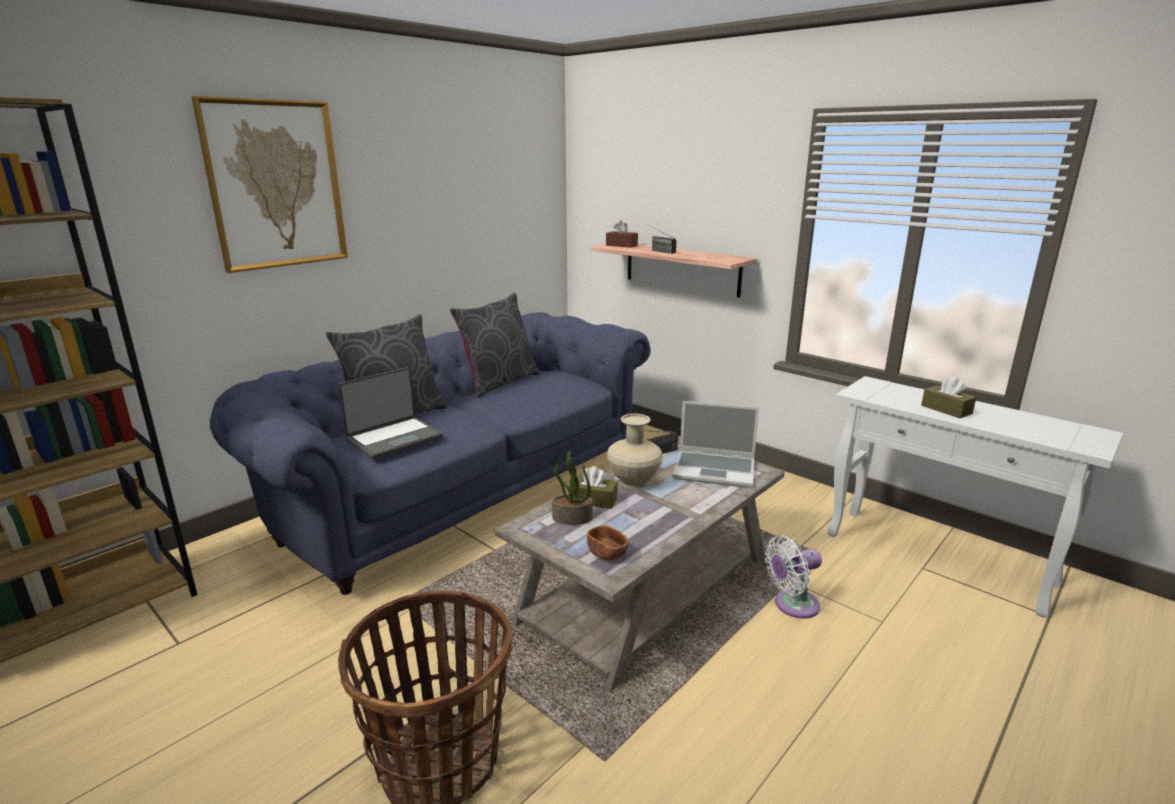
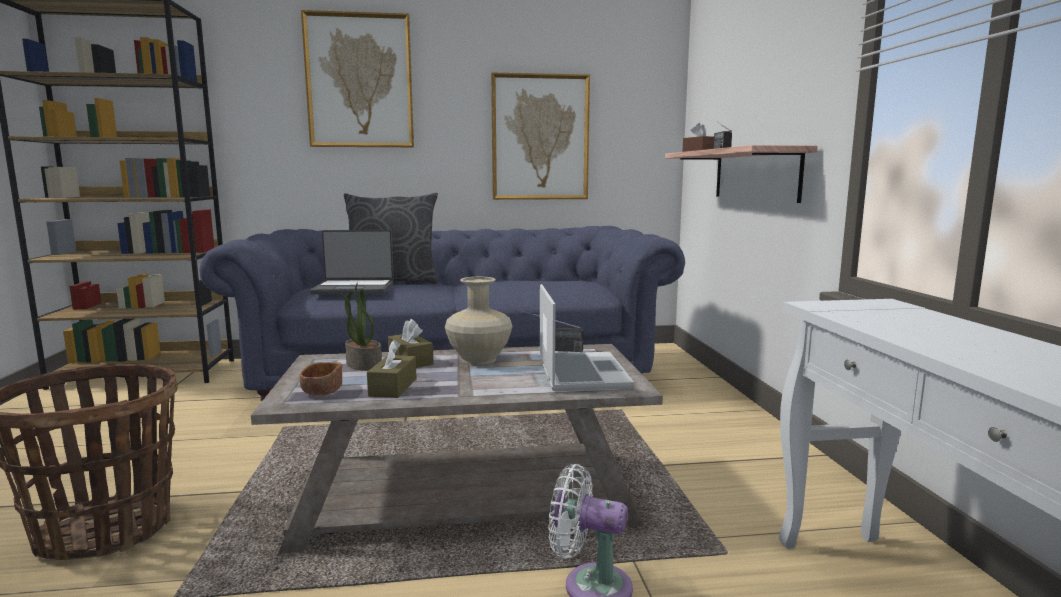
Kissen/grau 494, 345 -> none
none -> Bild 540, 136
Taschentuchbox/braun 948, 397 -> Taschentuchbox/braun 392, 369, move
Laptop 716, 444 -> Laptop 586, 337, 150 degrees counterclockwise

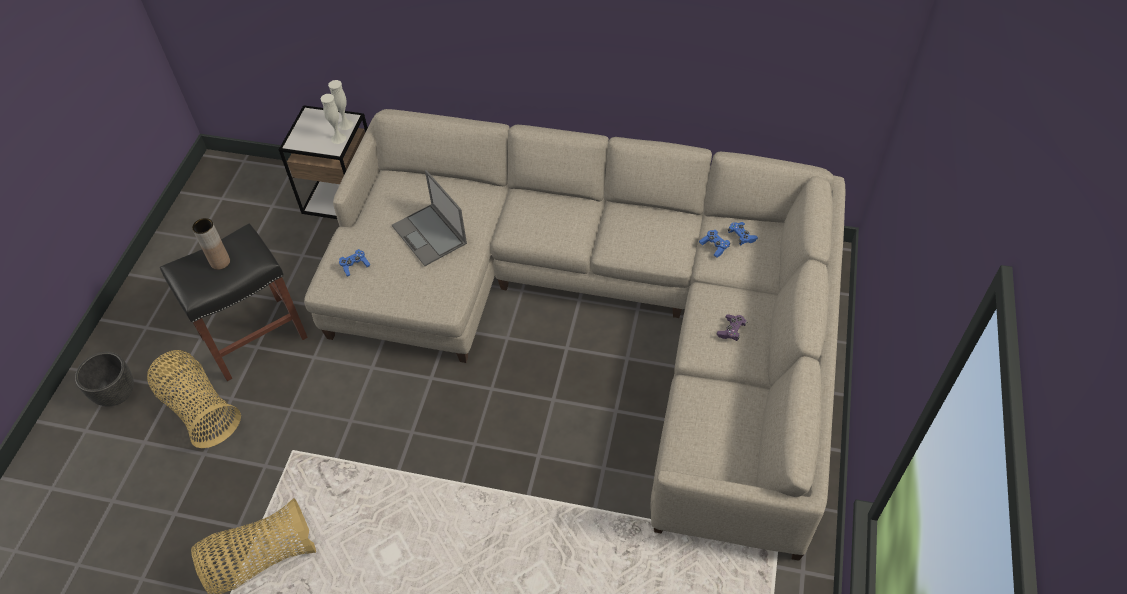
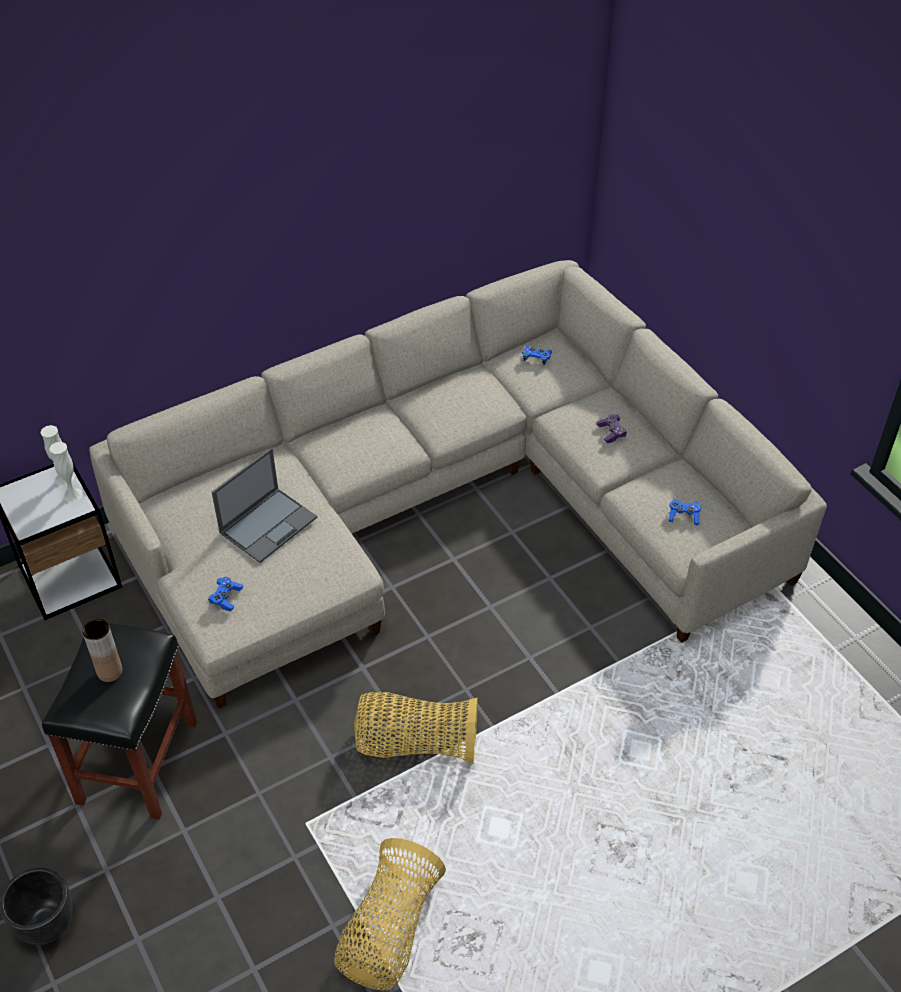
Korb 194, 399 -> Korb 416, 728, move
Gamepad/blau 714, 244 -> Gamepad/blau 684, 512, move
Laptop 429, 218 -> Laptop 264, 505, 60 degrees counterclockwise

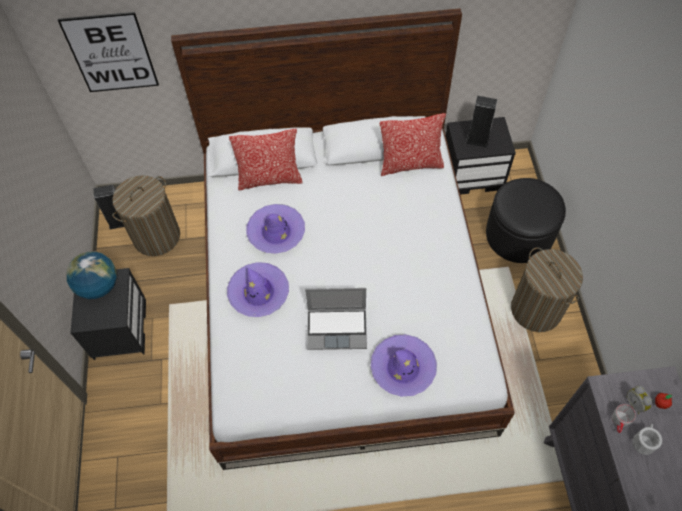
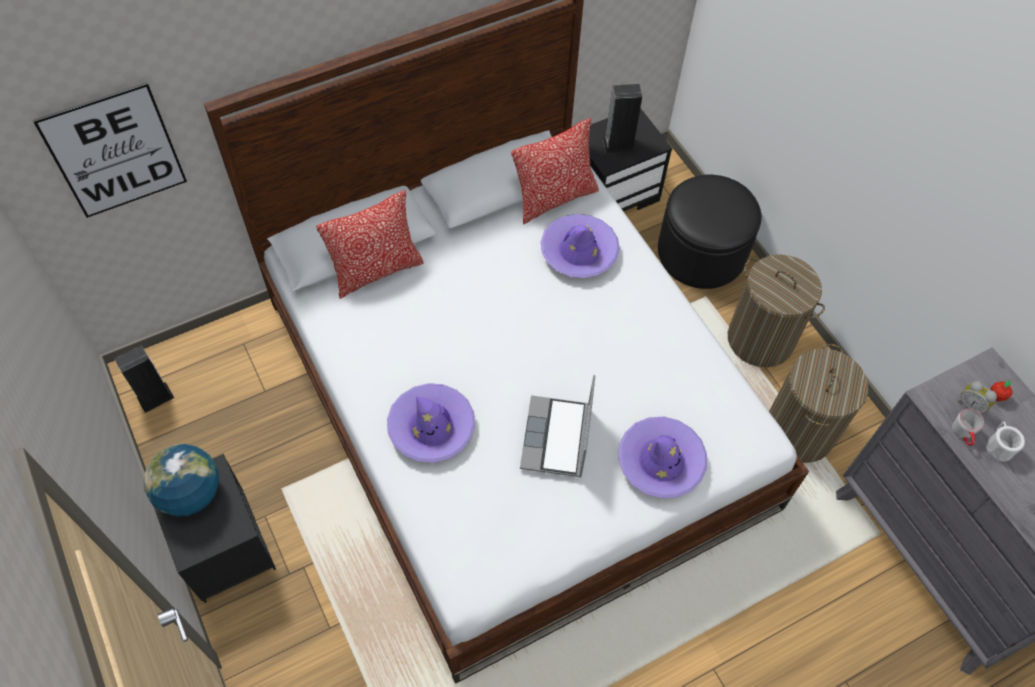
Wäschekorb 146, 215 -> Wäschekorb 818, 403, move
Hut/lila 275, 229 -> Hut/lila 580, 246, move
Laptop 336, 319 -> Laptop 557, 426, 120 degrees clockwise

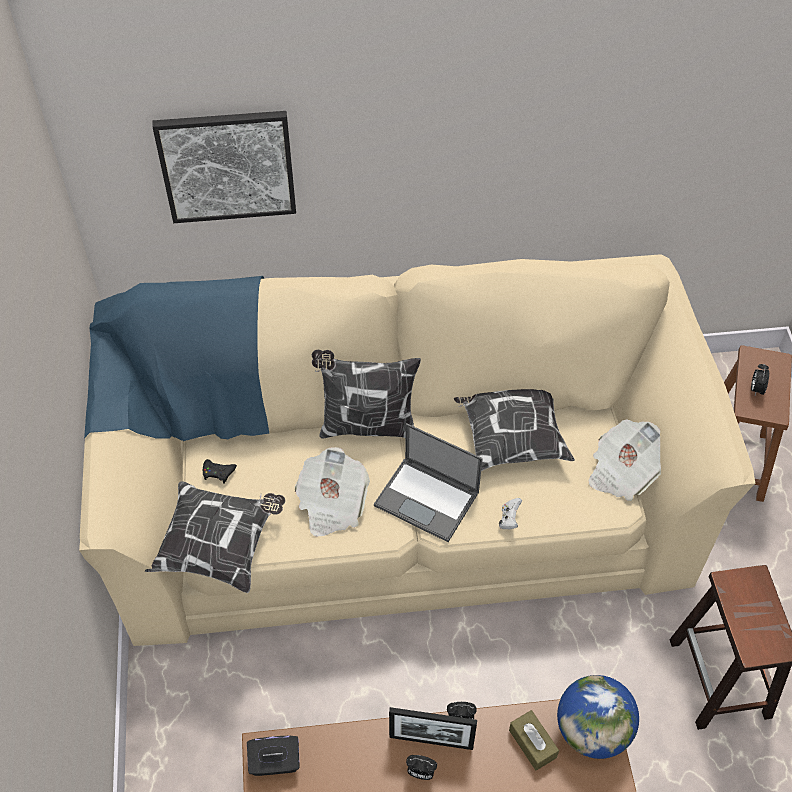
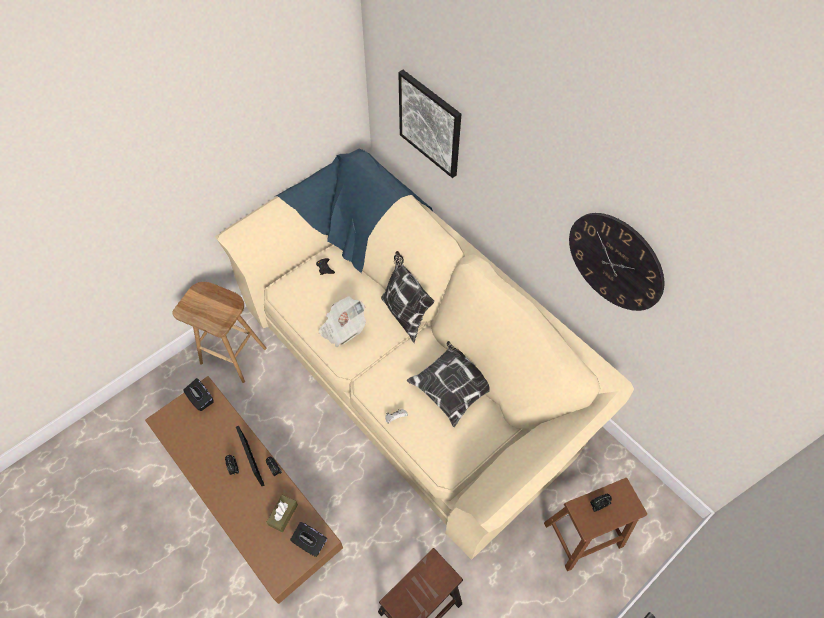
Kissen 215, 537 -> none
Laptop 428, 482 -> none
Zeitung 624, 460 -> none
none -> Hocker/braun 219, 332
none -> Wanduhr 616, 262
Globus 598, 717 -> Taschentuchbox/schwarz 308, 539

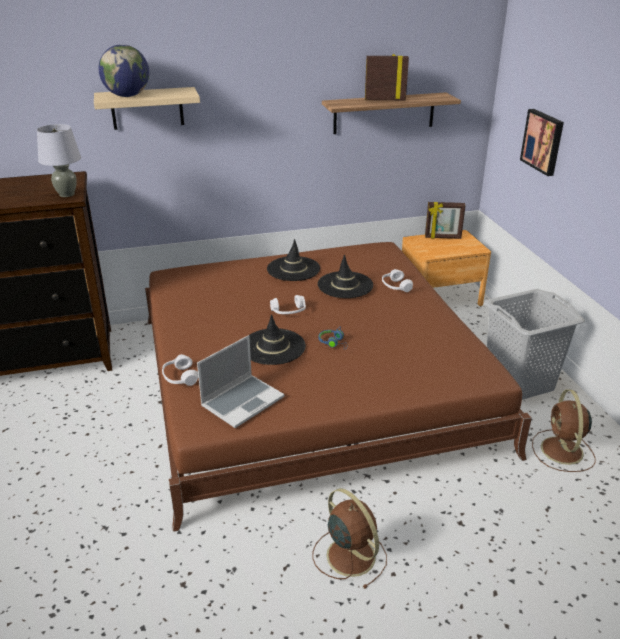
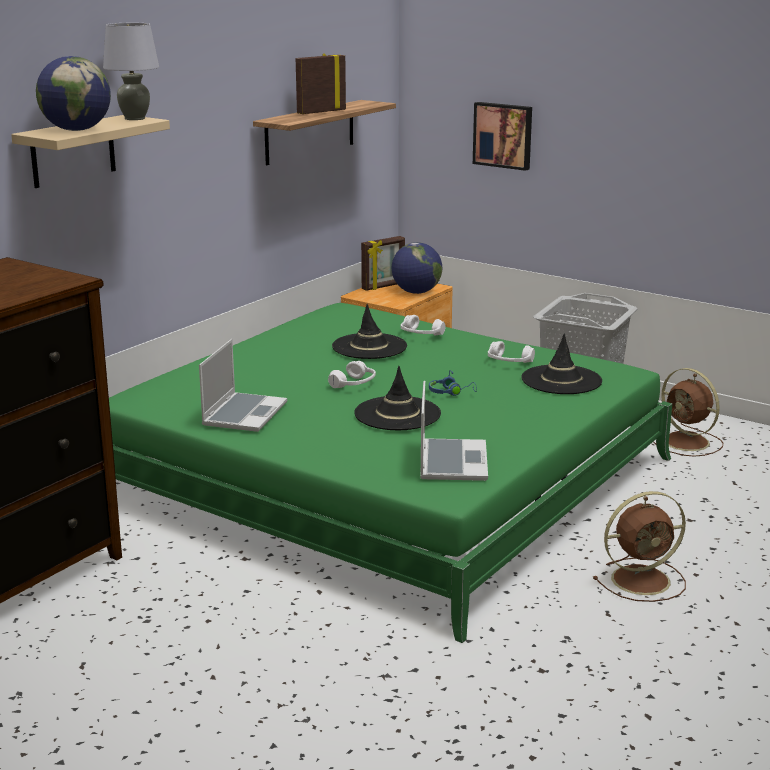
none -> Laptop 243, 385
none -> Globus 417, 268
Tischlampe/grau 59, 160 -> Tischlampe/grau 131, 71, move
Kopfhörer/weiß 180, 370 -> Kopfhörer/weiß 511, 352, move
Hut/schwarz 293, 260 -> Hut/schwarz 561, 363, move
Bett/braun 338, 387 -> Bett/grün 390, 473
Ventilator/braun 350, 538 -> Ventilator/braun 639, 546, 150 degrees clockwise

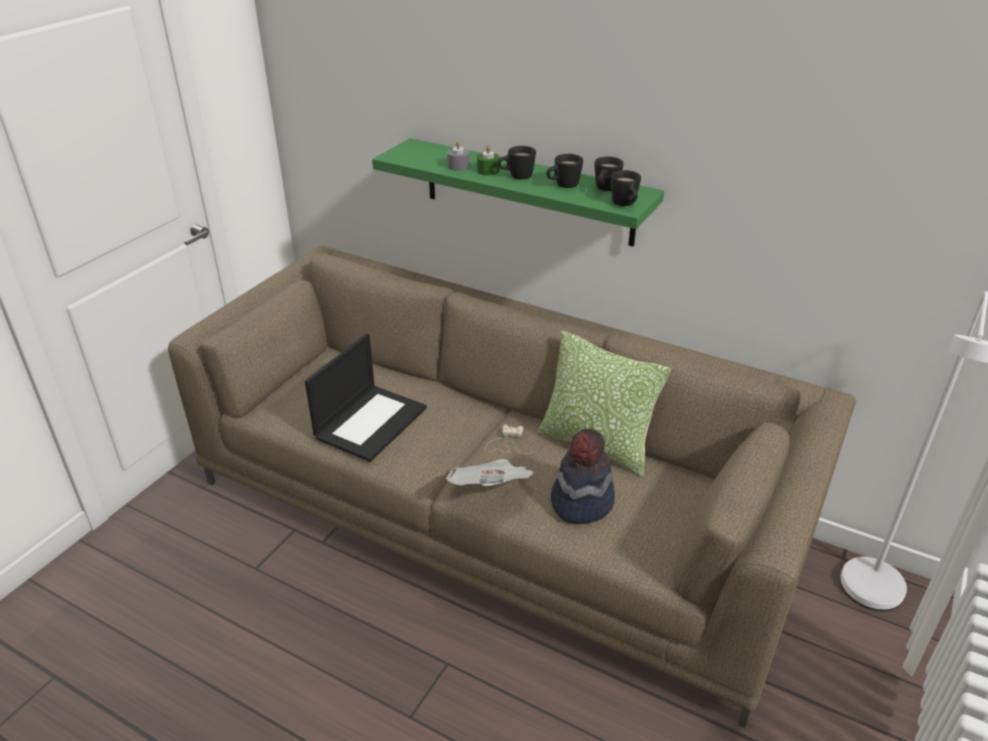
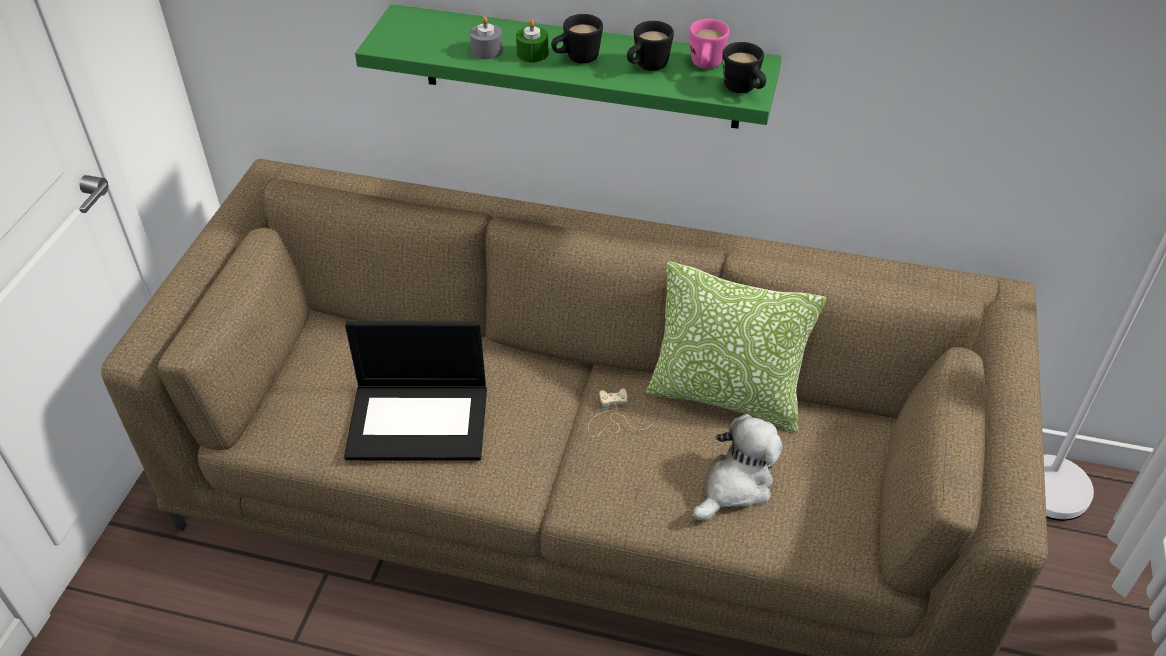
Zeitung 490, 472 -> none
Hut 583, 476 -> Plüschtier 737, 467
Henkelbecher/schwarz 609, 174 -> Henkelbecher/rosa 709, 44
Laptop 366, 398 -> Laptop 415, 391, 75 degrees clockwise

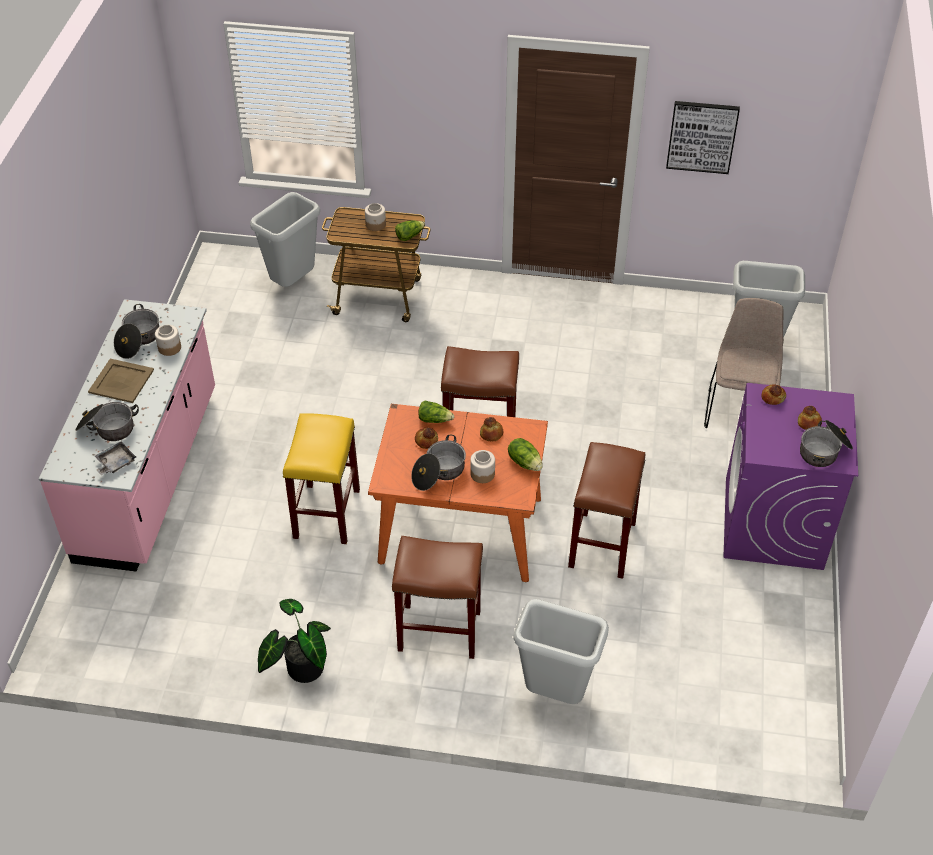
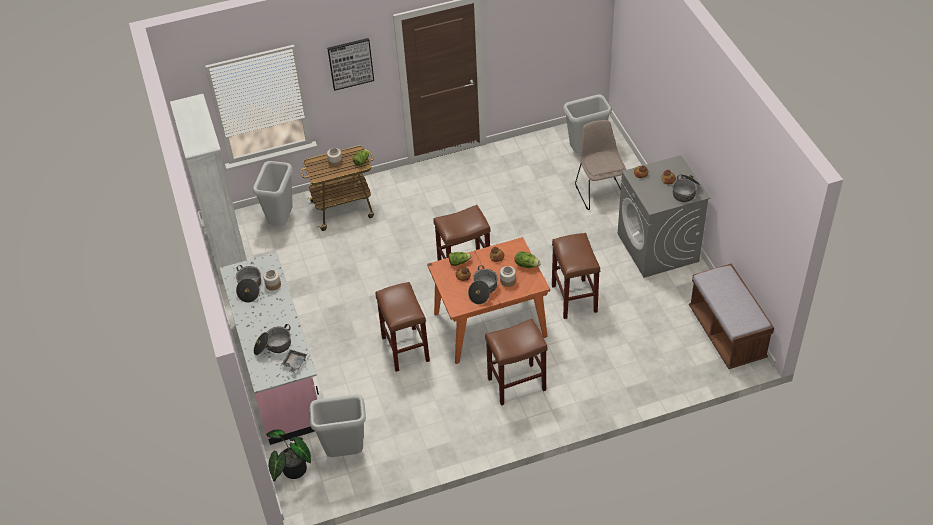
Tablett/beige 121, 380 -> none
none -> Bücherregal/weiß 208, 189
none -> Bank/braun 731, 316
Topfpflanze 294, 641 -> Topfpflanze 288, 455, move
Mülleimer/grau 561, 651 -> Mülleimer/grau 337, 425, move
Bild 703, 137 -> Bild 350, 64, move
Hocker/gelb 321, 478 -> Hocker/braun 402, 327
Waschmaschine/lila 791, 476 -> Waschmaschine/grau 664, 216

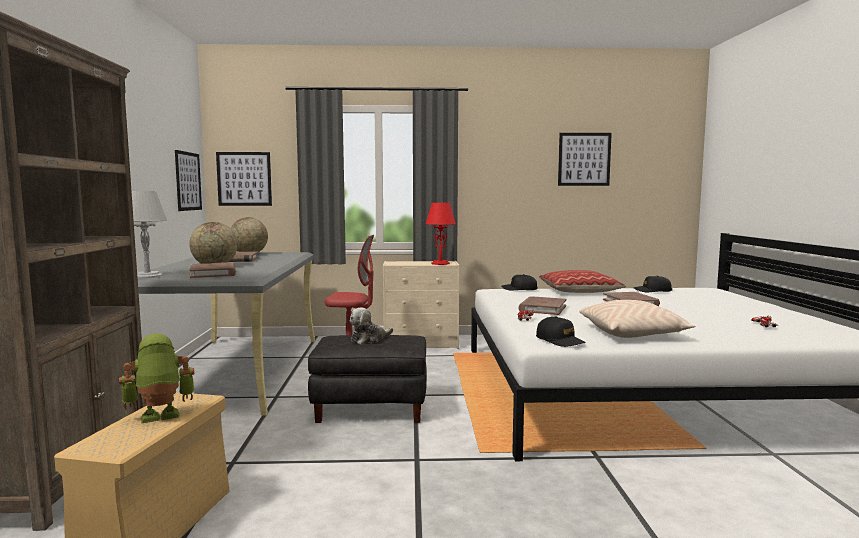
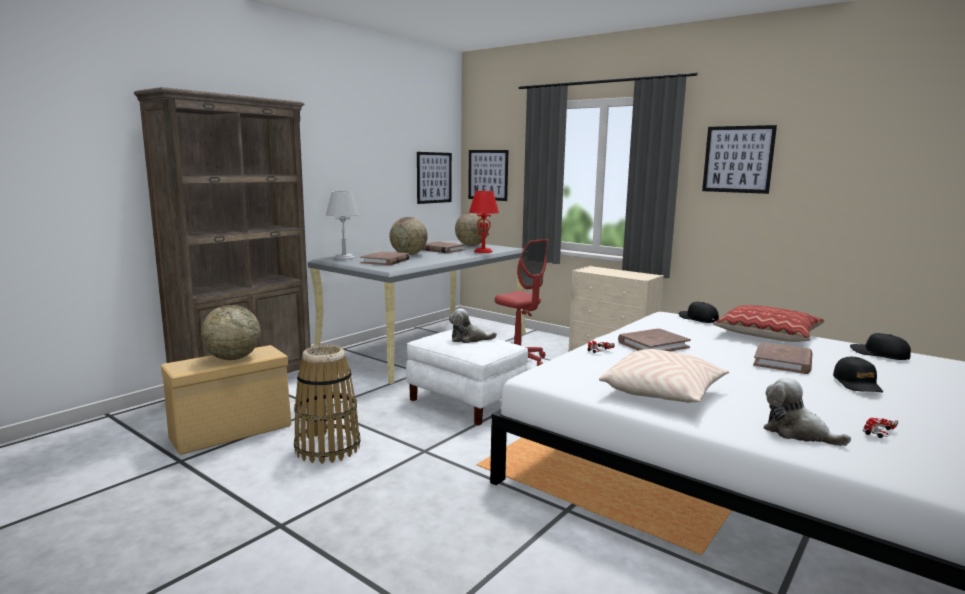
none -> Korb 327, 404
none -> Plüschtier 807, 411
Tischlampe/rot 441, 234 -> Tischlampe/rot 484, 222, move
Kappe/schwarz 561, 332 -> Kappe/schwarz 858, 374, move
Bild 585, 159 -> Bild 739, 159, move
Spielzeugroboter 156, 378 -> Globus 231, 332
Polsterhocker/schwarz 367, 379 -> Polsterhocker/weiß 467, 378

